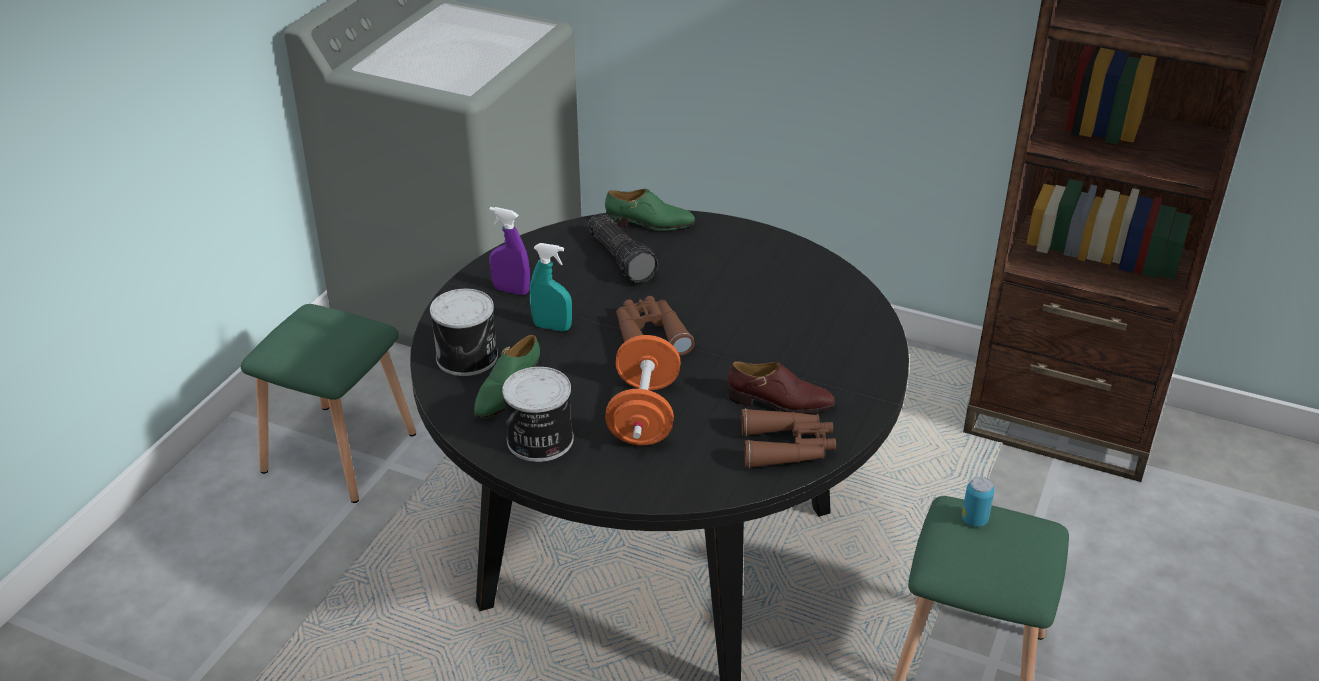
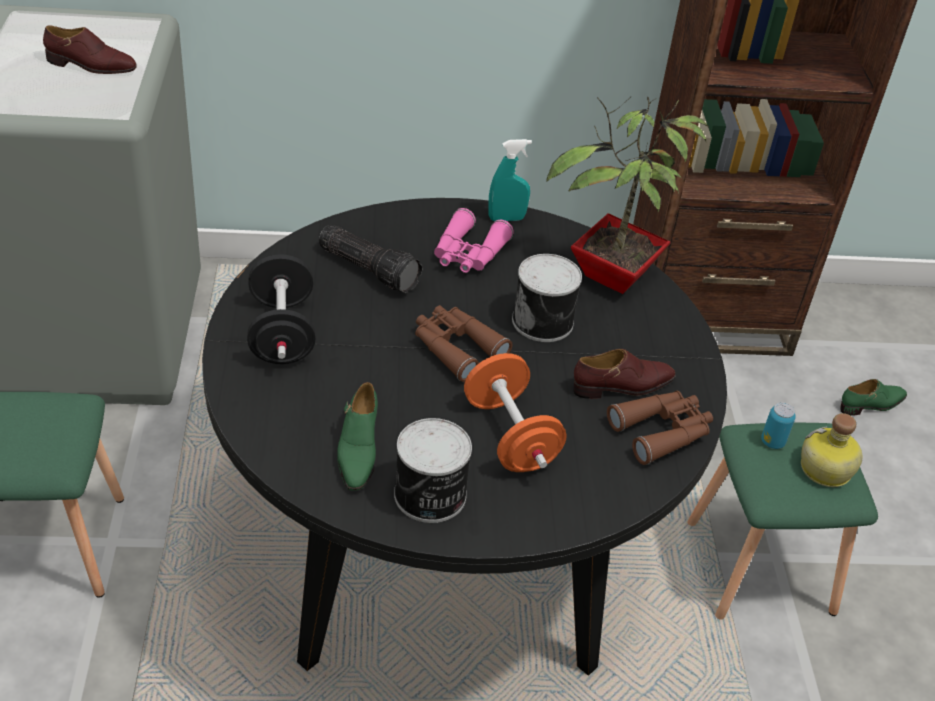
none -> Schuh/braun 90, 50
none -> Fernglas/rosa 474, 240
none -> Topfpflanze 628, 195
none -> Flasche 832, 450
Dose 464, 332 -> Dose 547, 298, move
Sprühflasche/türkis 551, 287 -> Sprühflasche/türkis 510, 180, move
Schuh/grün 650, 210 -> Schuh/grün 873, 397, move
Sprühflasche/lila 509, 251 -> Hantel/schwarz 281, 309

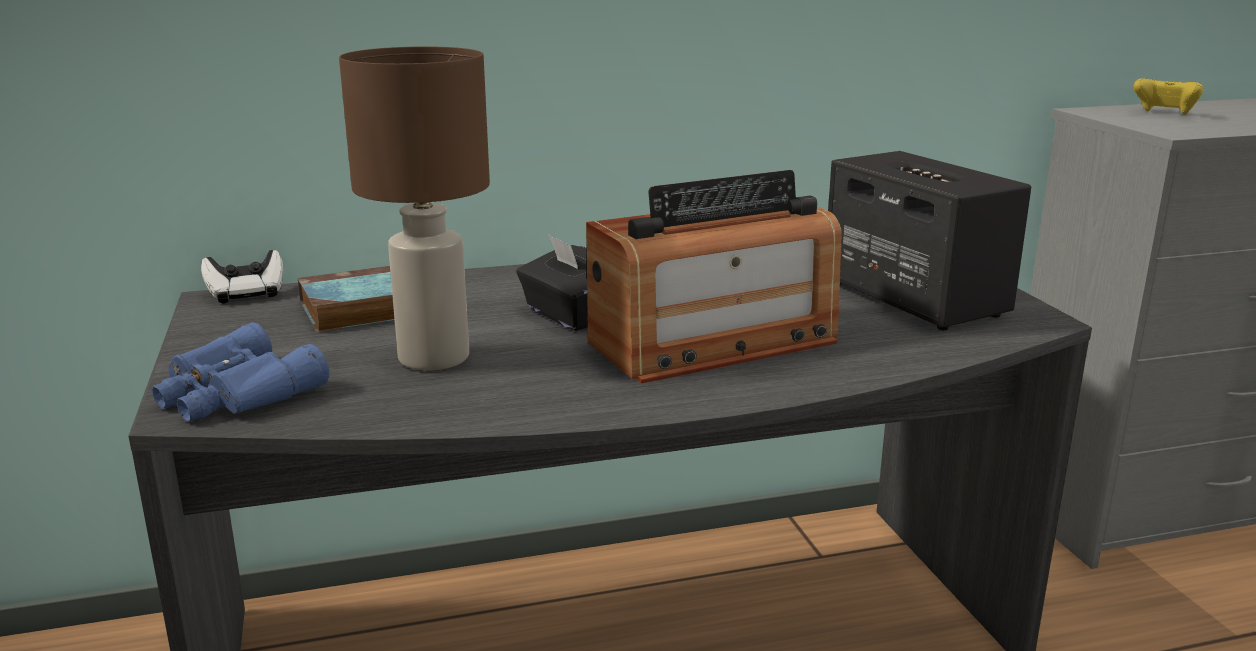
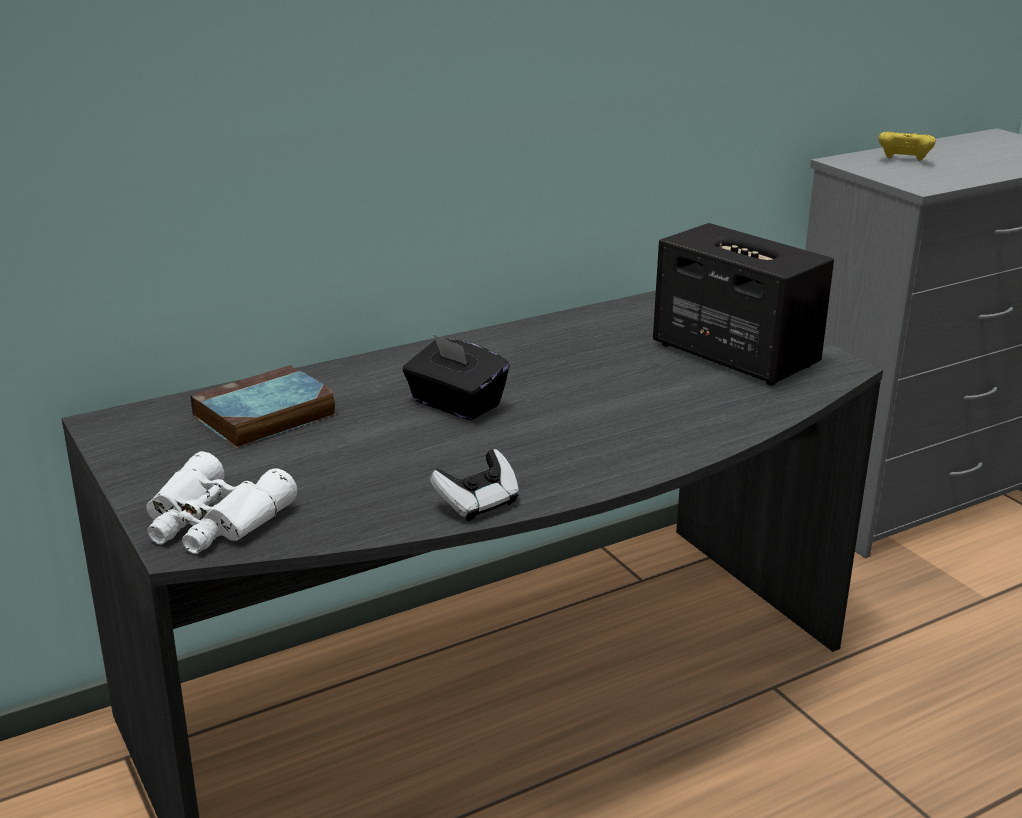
Tischlampe/braun 414, 208 -> none
Radio 714, 277 -> none
Gamepad 242, 276 -> Gamepad 474, 485, move
Fernglas/blau 240, 372 -> Fernglas/weiß 222, 502

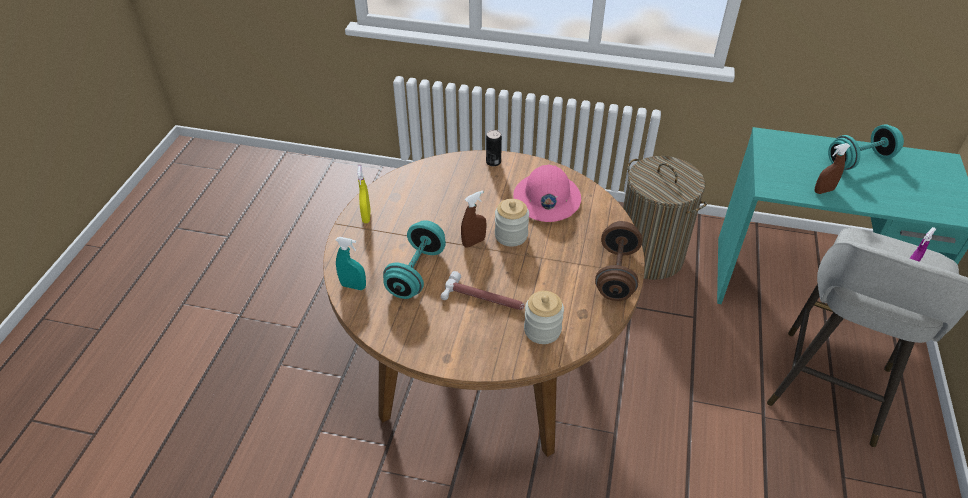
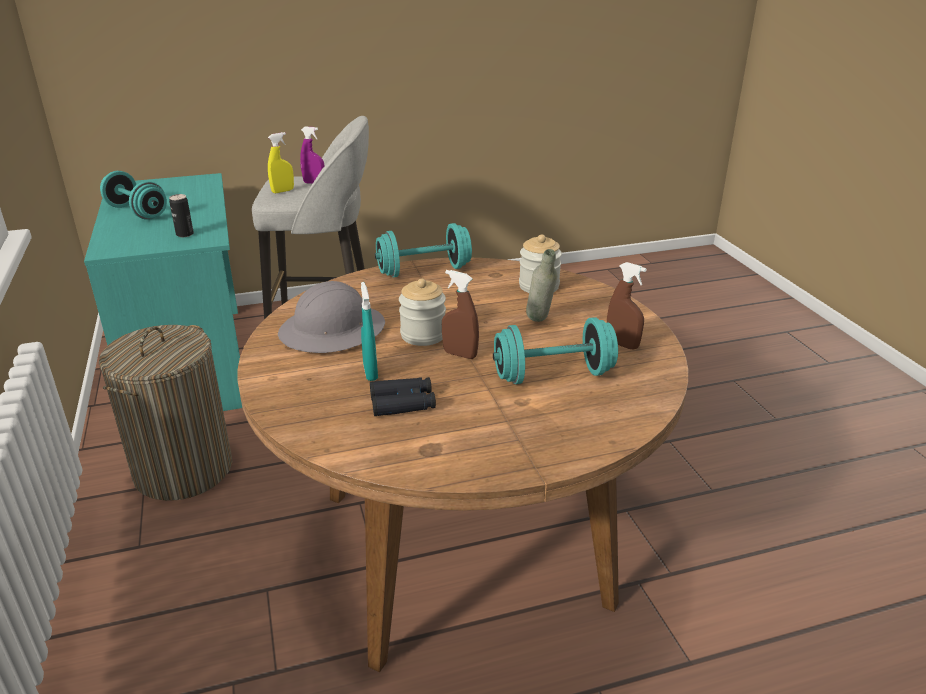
none -> Fernglas/schwarz 403, 396
Sprühflasche/türkis 351, 263 -> Sprühflasche/türkis 369, 331, move
Sprühflasche/gelb 364, 194 -> Sprühflasche/gelb 281, 162, move
Dose 494, 148 -> Dose 181, 215, move
Sprühflasche/braun 832, 168 -> Sprühflasche/braun 627, 306, move
Hammer 482, 290 -> Flasche/grau 541, 285
Schutzhelm/rosa 547, 193 -> Schutzhelm/grau 331, 317
Hantel/braun 618, 261 -> Hantel/türkis 423, 250

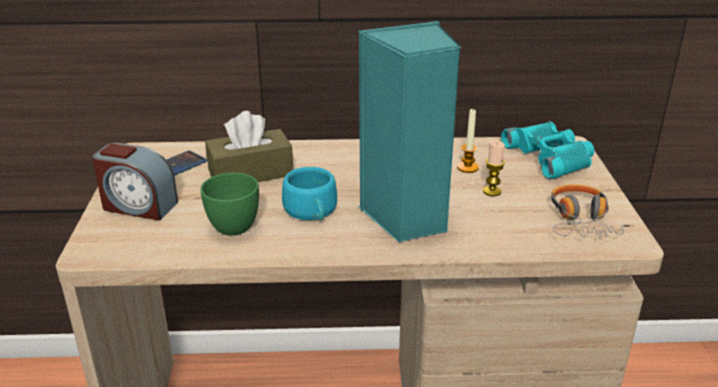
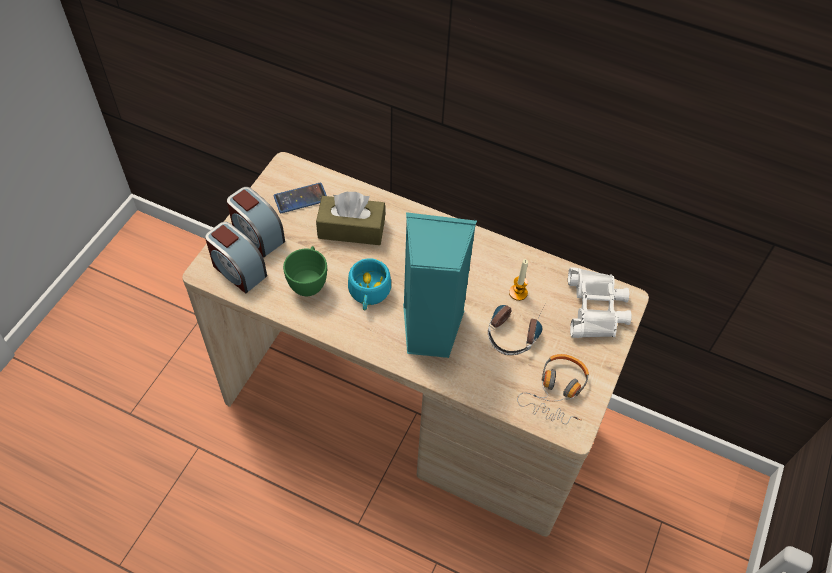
none -> Wecker 236, 258
Kerze 494, 168 -> Kopfhörer 515, 330
Fernglas/türkis 547, 150 -> Fernglas/weiß 600, 302

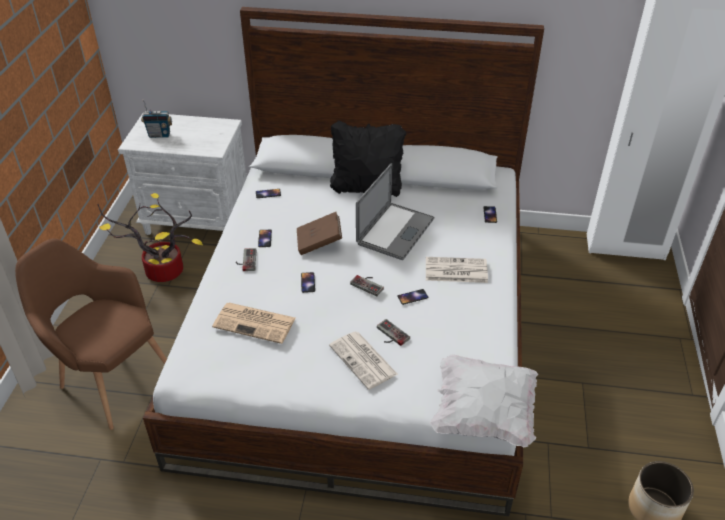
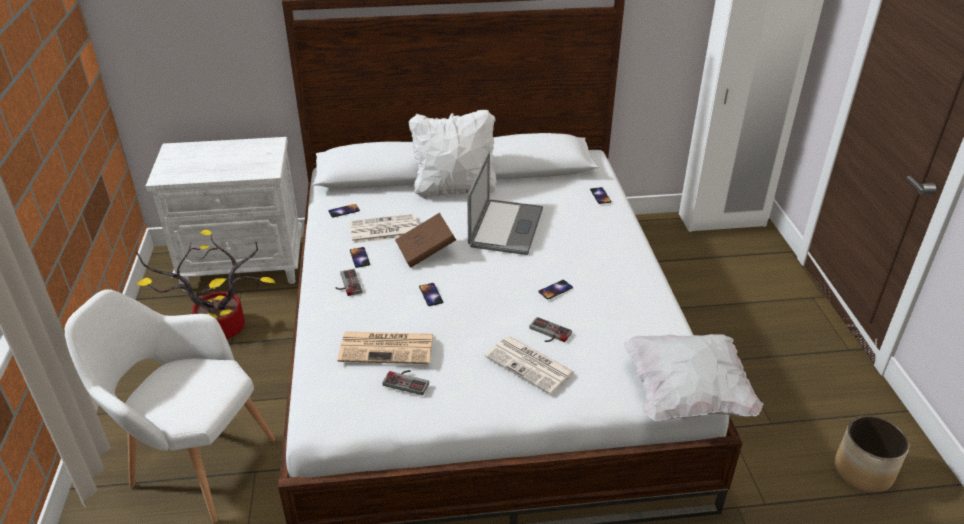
Radio 156, 119 -> none
Gamepad 367, 285 -> Gamepad 406, 382, move
Zeitung 457, 270 -> Zeitung 383, 228, move
Sessel/braun 91, 334 -> Sessel/weiß 170, 406
Kissen/schwarz 368, 158 -> Kissen/weiß 453, 154

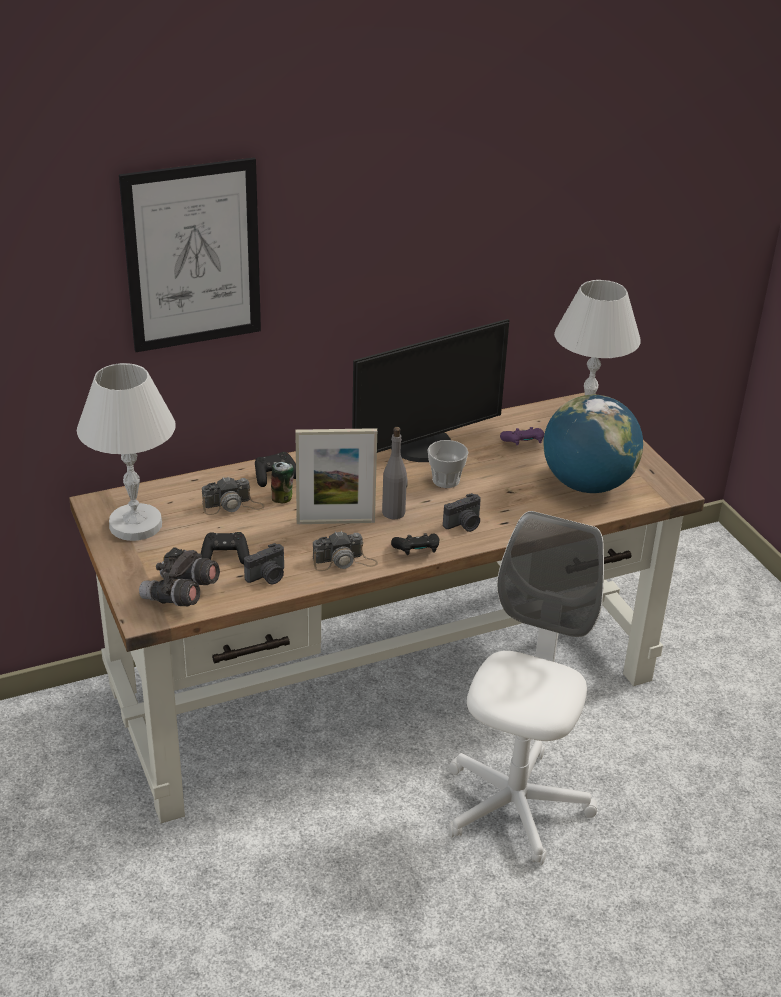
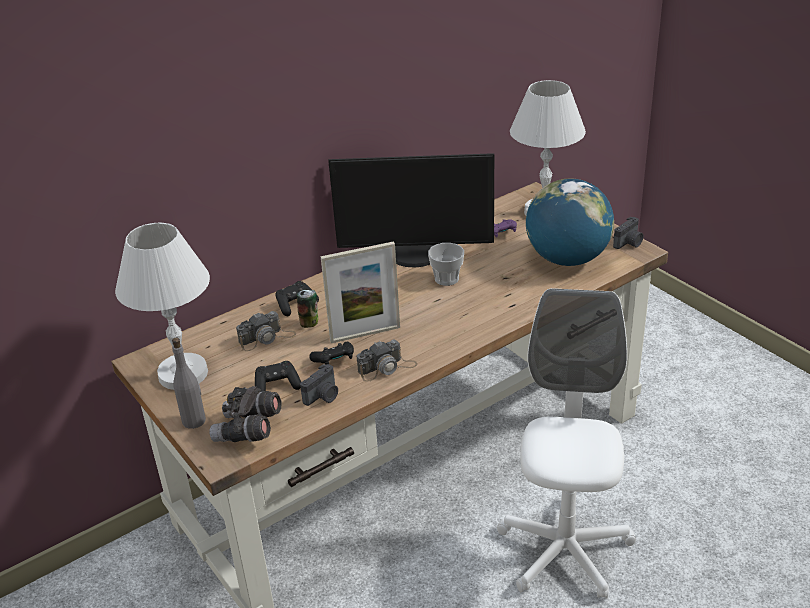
Bild 190, 255 -> none
Flasche/grau 394, 473 -> Flasche/grau 189, 383, move
Gamepad/schwarz 415, 544 -> Gamepad/schwarz 331, 353, move
Kamera 462, 512 -> Kamera 628, 233, move
Monitor 430, 390 -> Monitor 411, 210, 45 degrees clockwise

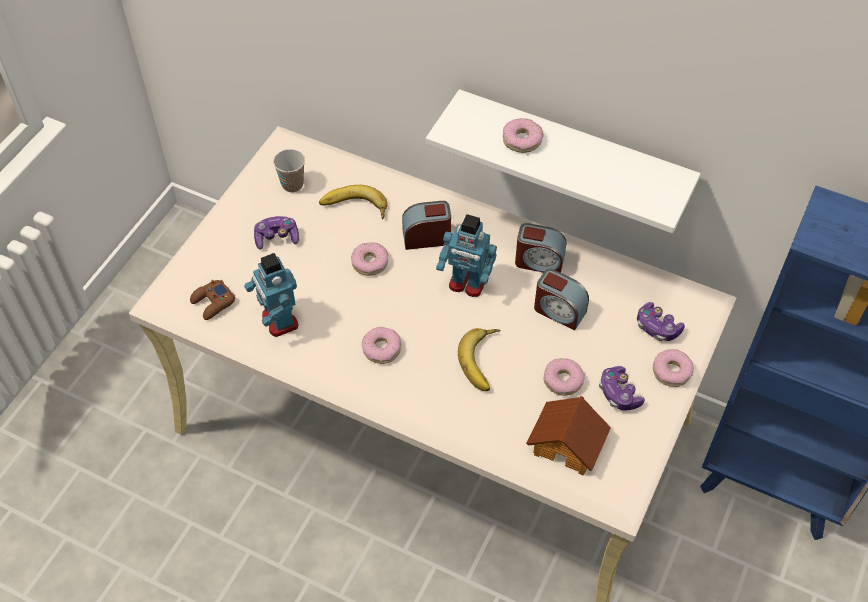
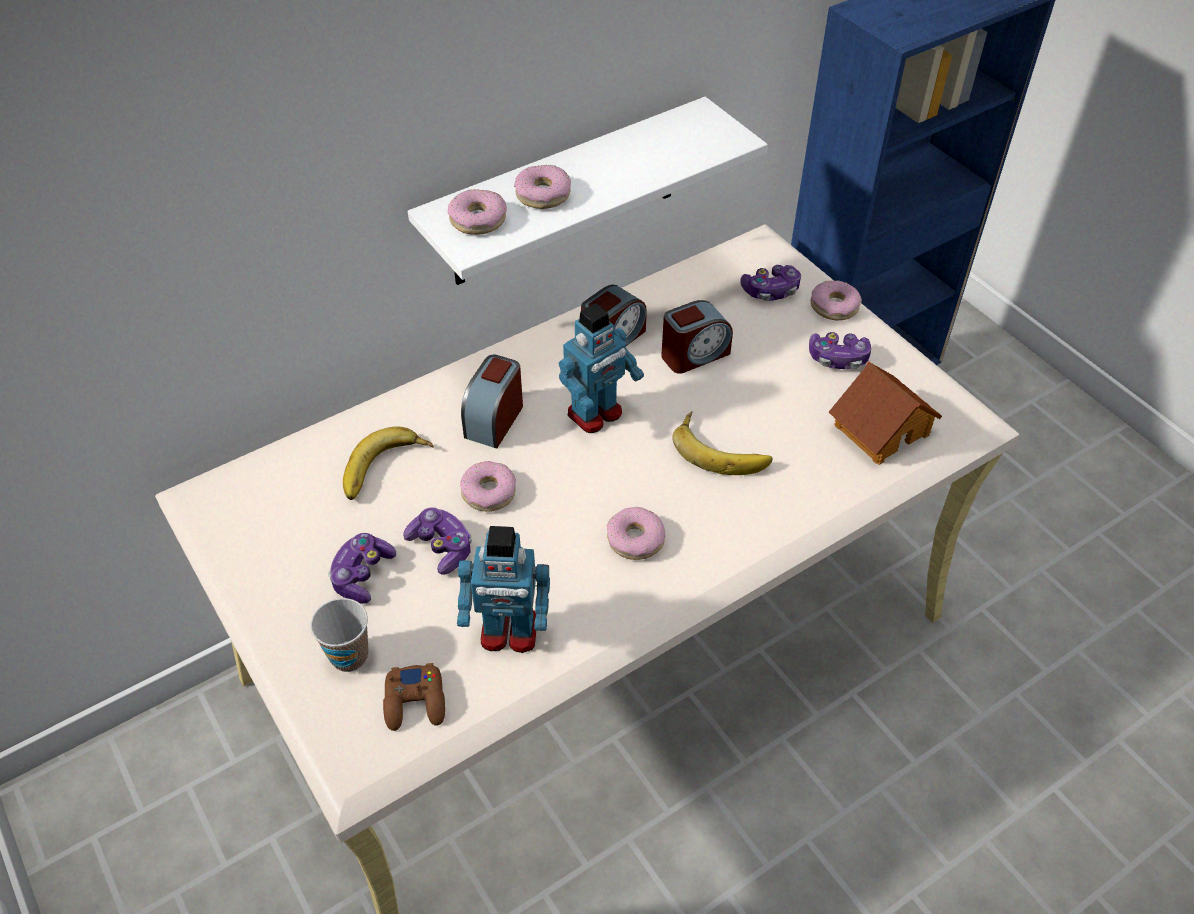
none -> Gamepad 437, 541
Tasse 289, 170 -> Tasse 339, 635, move
Donut 564, 377 -> Donut 477, 212, move

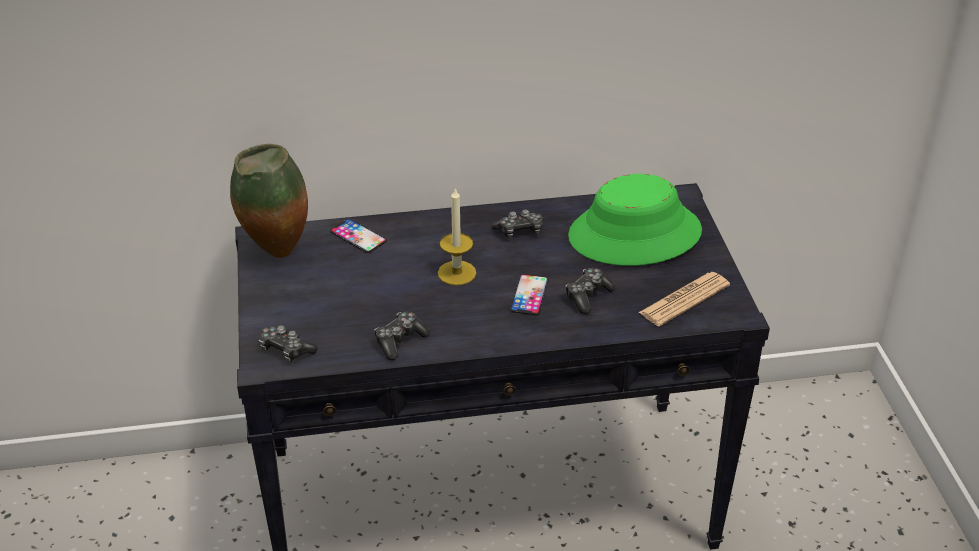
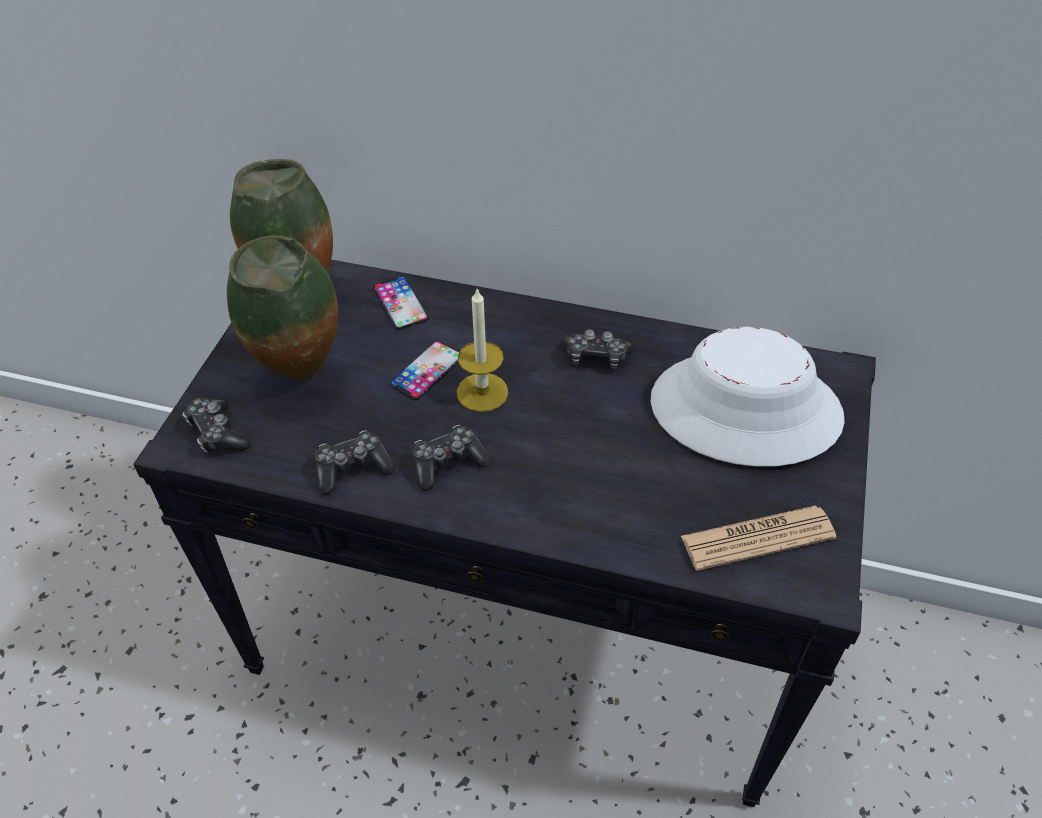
none -> Vase 282, 307
Handy 529, 294 -> Handy 424, 370, move
Gamepad 590, 291 -> Gamepad 451, 458, move
Hut/grün 635, 220 -> Hut/weiß 748, 397

